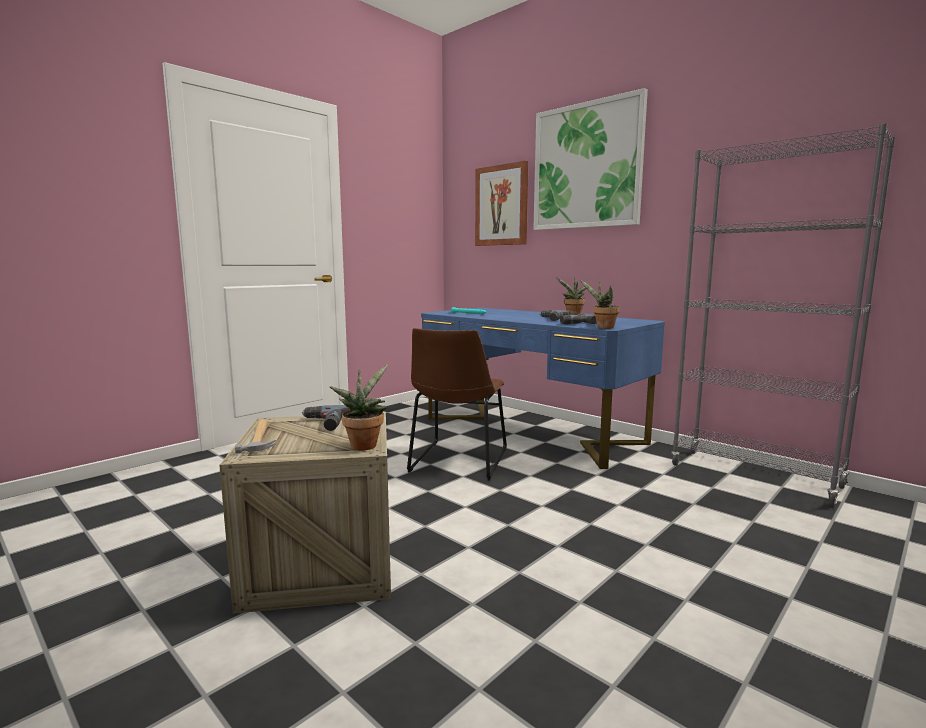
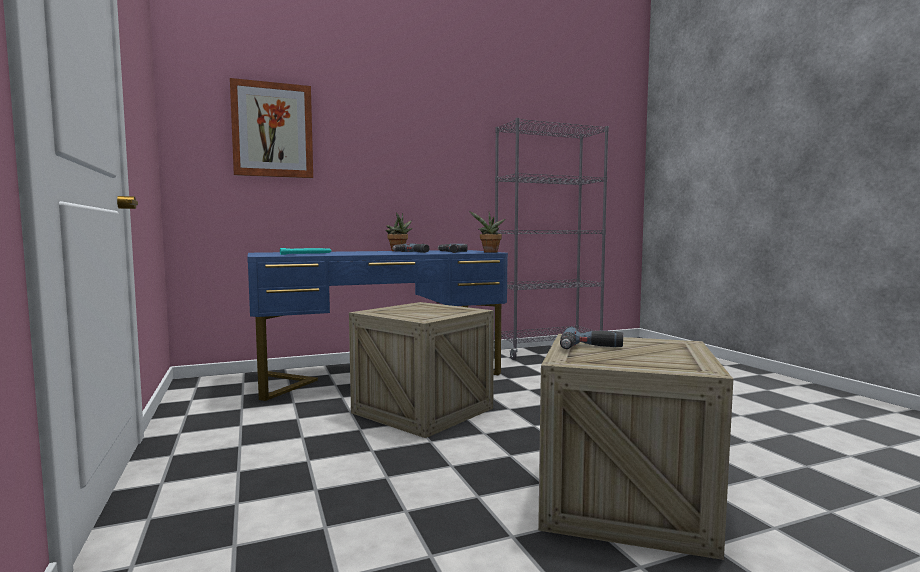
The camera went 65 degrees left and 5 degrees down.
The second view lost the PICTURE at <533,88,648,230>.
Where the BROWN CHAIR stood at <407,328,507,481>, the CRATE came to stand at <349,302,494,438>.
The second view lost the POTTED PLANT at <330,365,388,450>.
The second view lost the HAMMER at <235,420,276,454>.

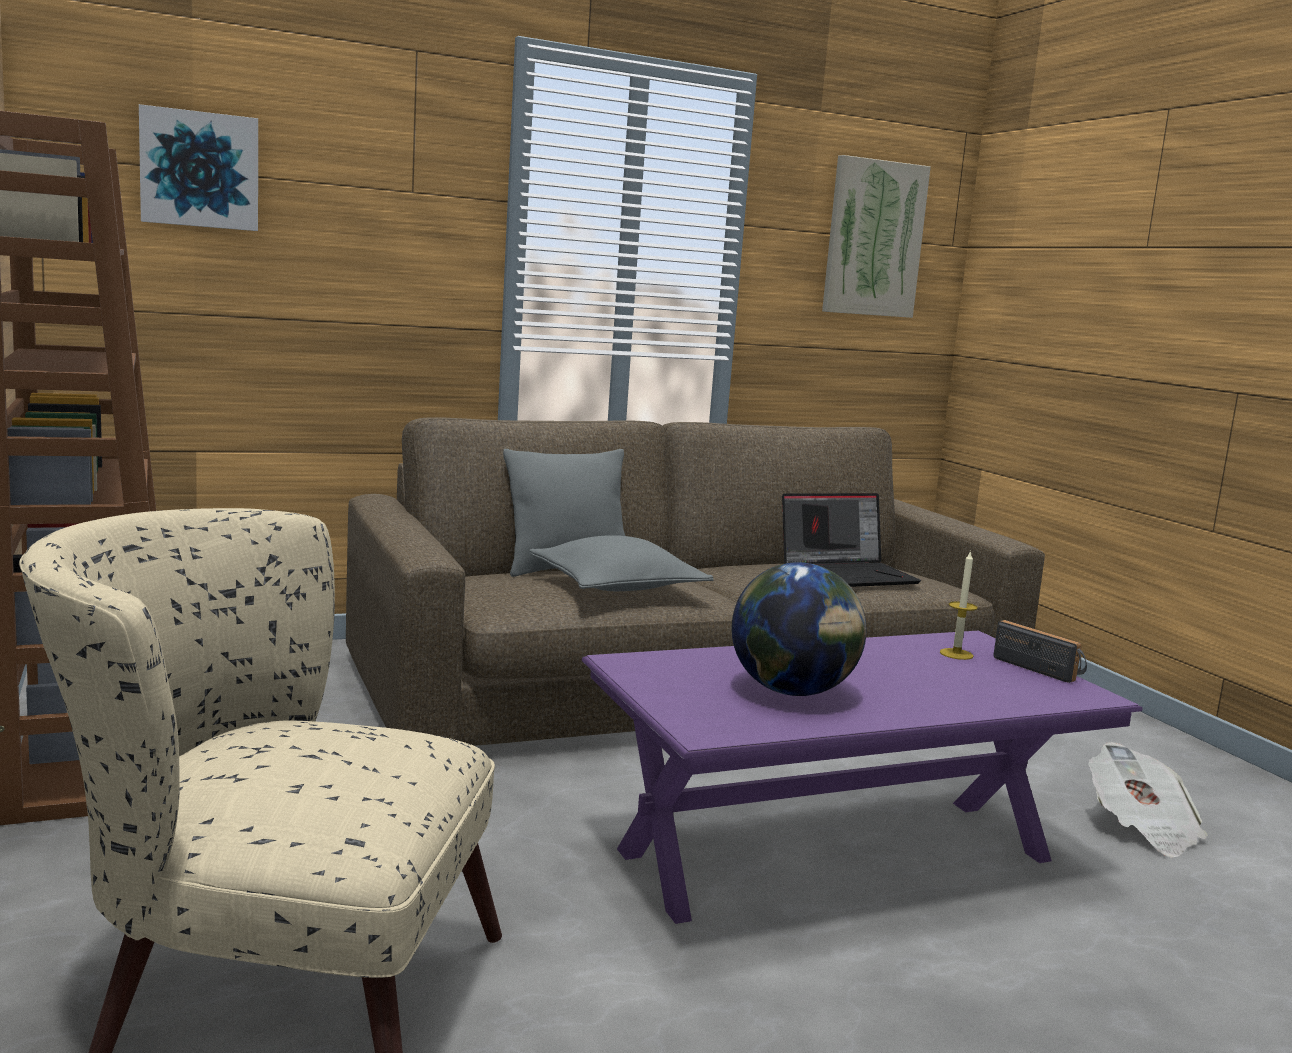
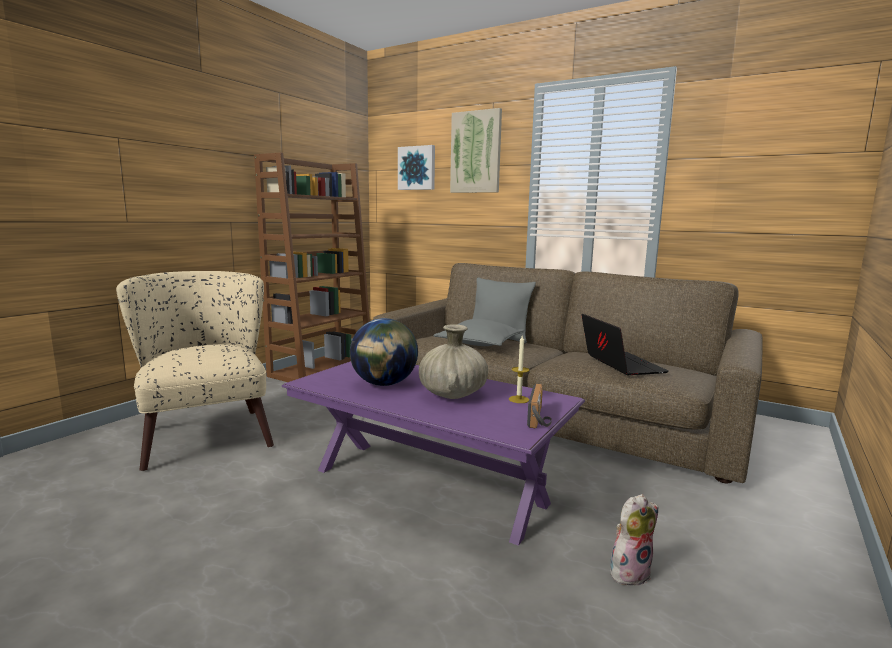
The camera went 55 degrees right and 0 degrees up.
The PICTURE ended up elsewhere, having gone from <822,155,931,318> to <450,108,502,193>.
The LAPTOP at <782,493,921,587> ended up facing another way, 135 degrees counterclockwise from before.
Where the NEWSPAPER stood at <1088,742,1208,858>, the PLUSH TOY came to stand at <610,494,659,585>.
The second view gained the BEIGE VASE at <419,324,488,399>.

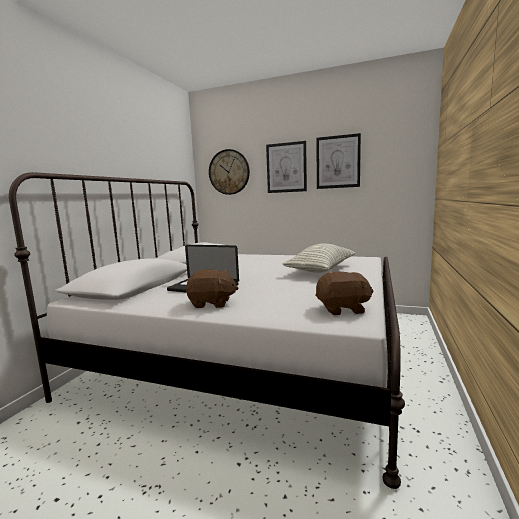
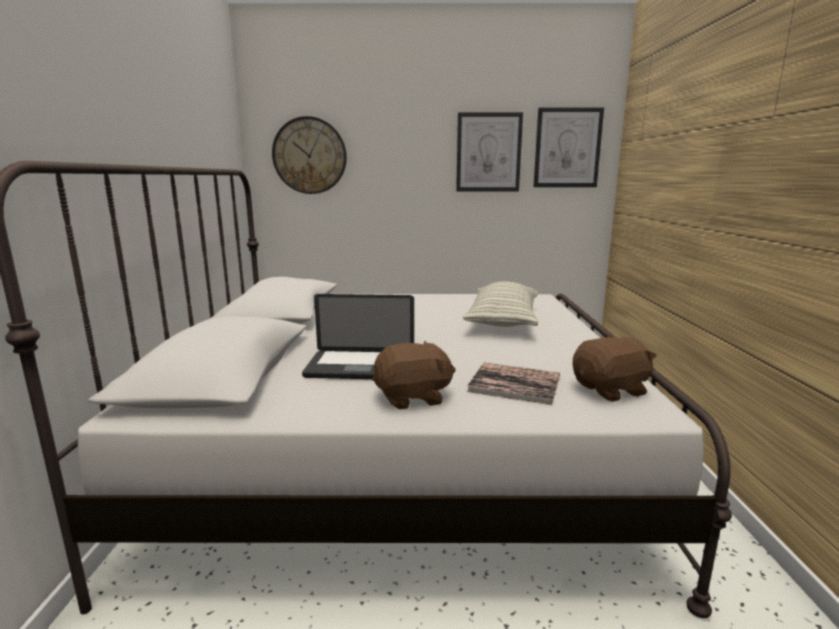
The camera went 20 degrees left and 5 degrees up.
The PICTURE ended up elsewhere, having gone from <266,141,307,193> to <534,108,604,187>.
The second view gained the BOOK at <467,363,560,405>.

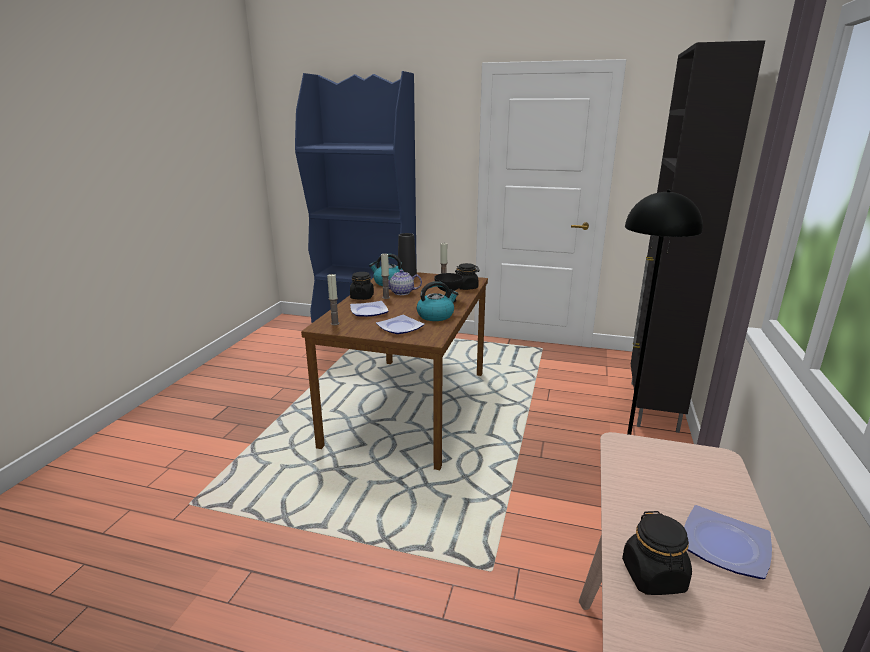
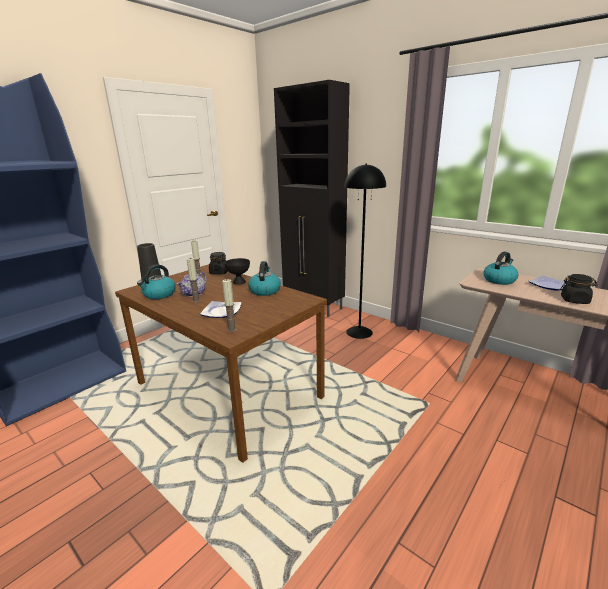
The camera went 65 degrees left and 0 degrees up.
The second view lost the BLACK JAR at <350,272,374,300>.
The second view lost the PLATE at <376,315,425,334>.
The second view gained the KETTLE at <483,252,518,285>.

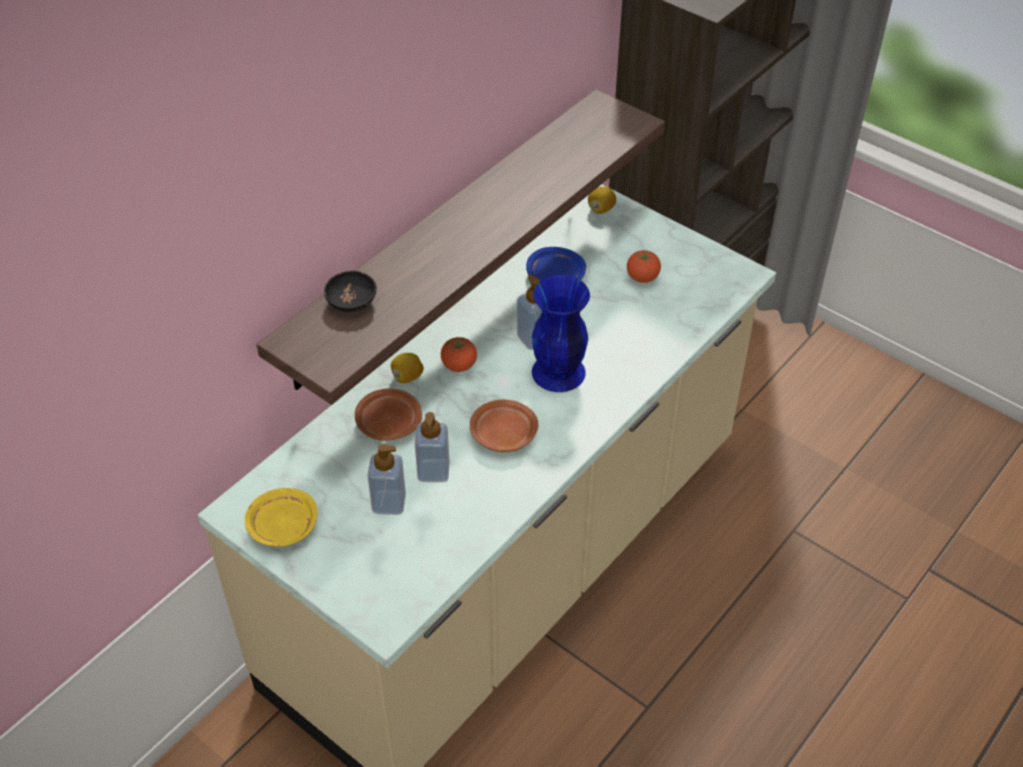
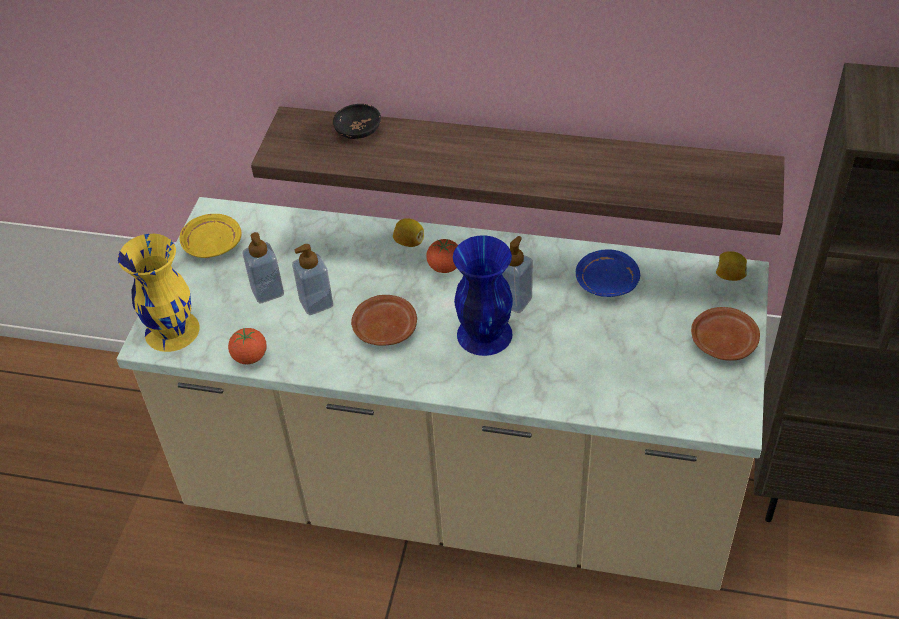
The camera went 65 degrees right and 0 degrees up.
The TOMATO ended up elsewhere, having gone from <627,250,661,283> to <228,328,267,364>.
The BROWN PLATE ended up elsewhere, having gone from <355,388,422,440> to <691,307,760,361>.
The second view gained the YELLOW VASE at <118,234,200,352>.

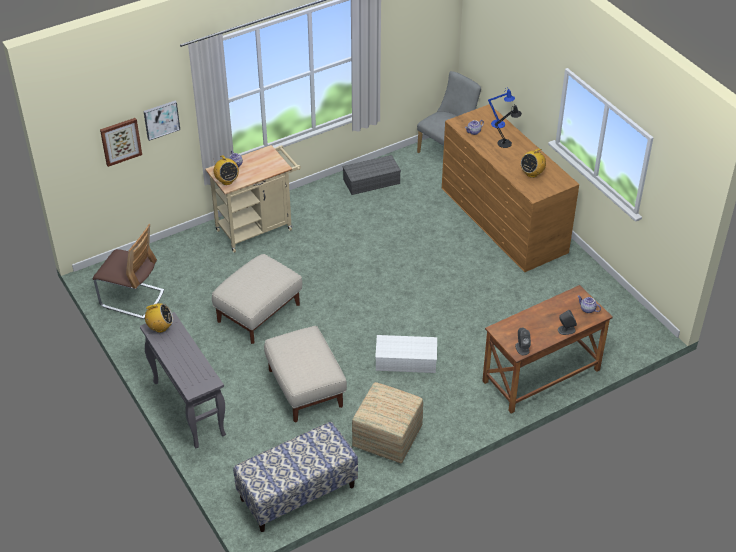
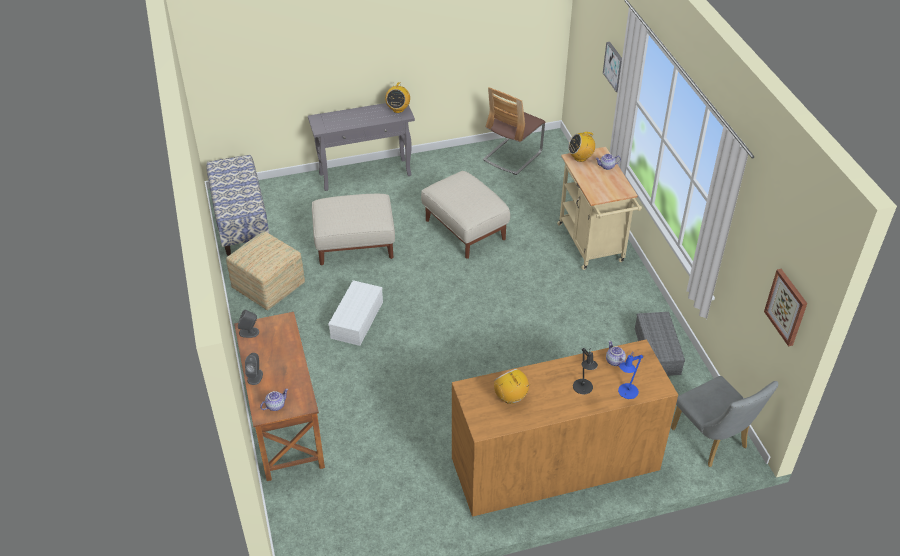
The camera went 105 degrees right and 0 degrees up.
The PICTURE ended up elsewhere, having gone from <100,118,142,167> to <764,269,807,346>.

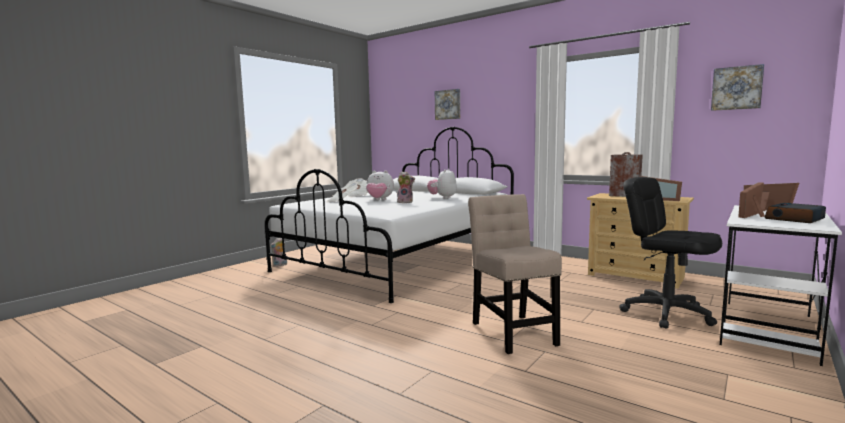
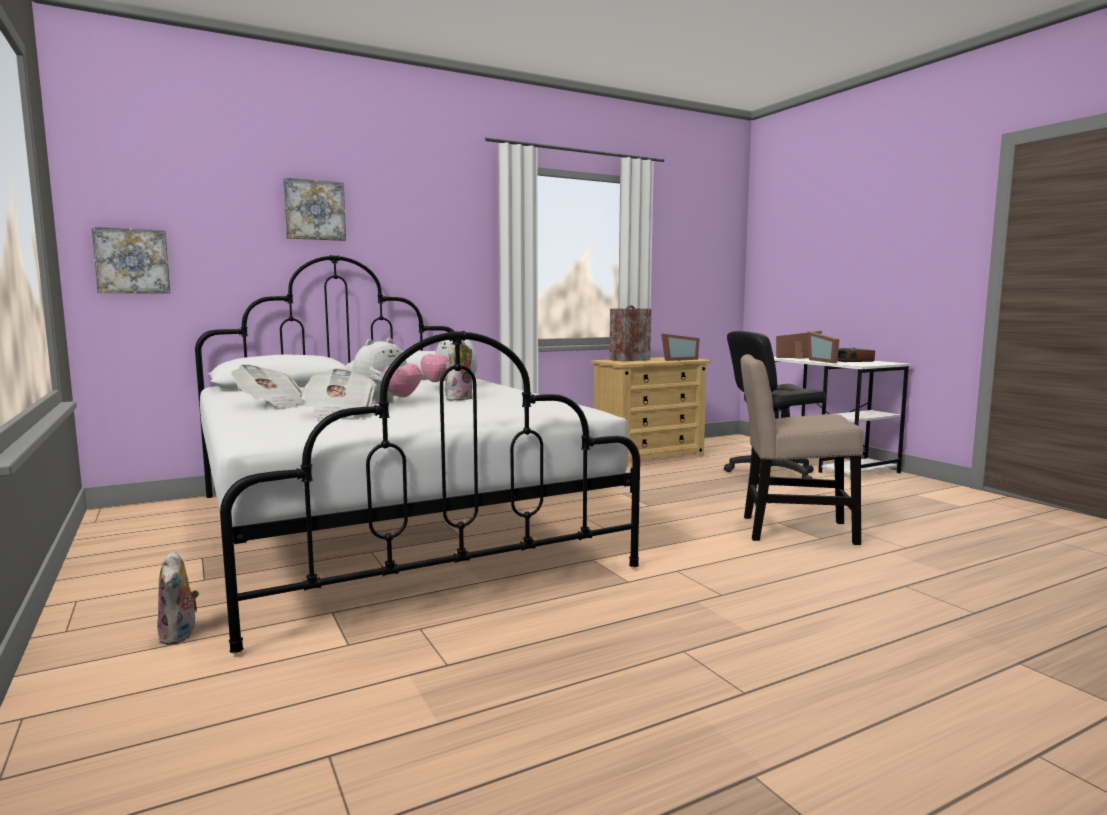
The camera went 65 degrees left and 0 degrees up.
The PICTURE ended up elsewhere, having gone from <711,64,764,111> to <92,227,170,294>.

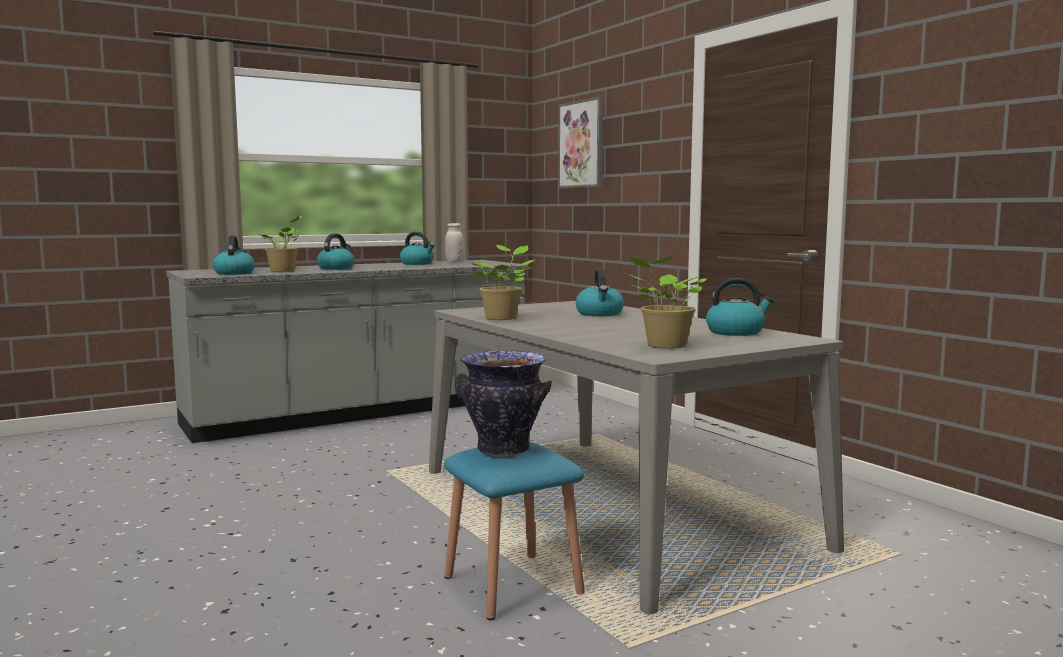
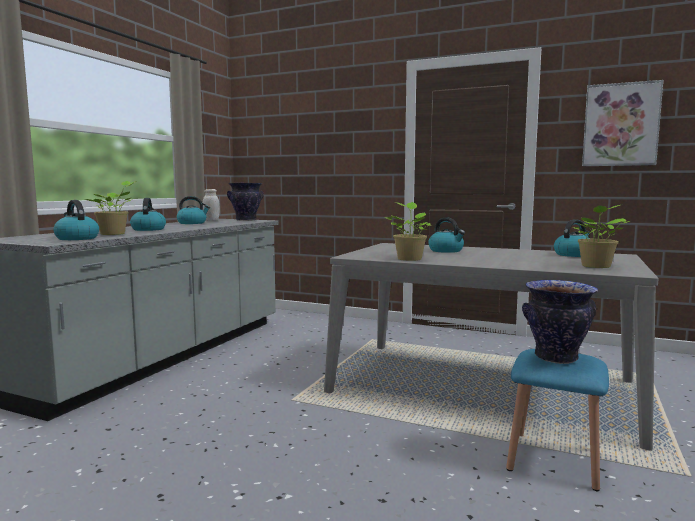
The camera went 35 degrees left and 0 degrees up.
The PICTURE ended up elsewhere, having gone from <558,97,603,188> to <582,80,663,166>.
The second view gained the VASE at <227,183,264,221>.

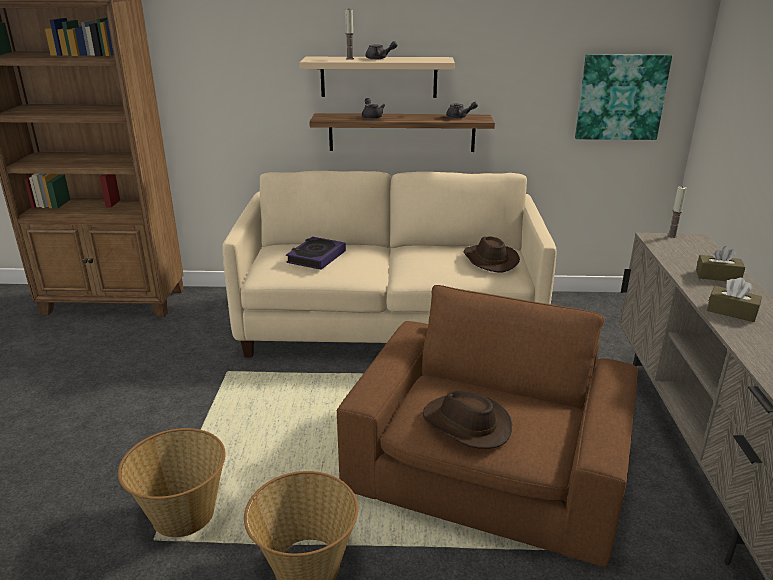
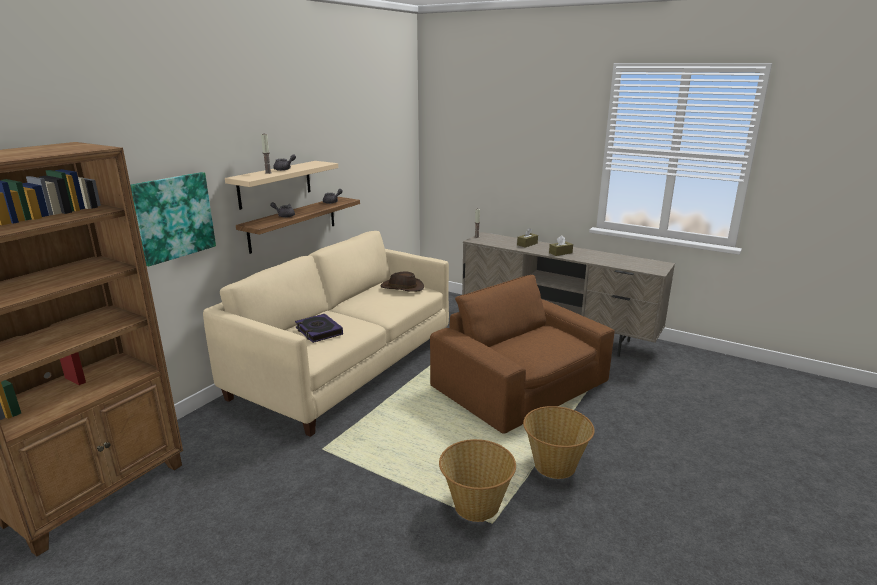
The camera went 60 degrees left and 5 degrees down.
The PICTURE ended up elsewhere, having gone from <575,54,672,140> to <130,172,216,266>.
The second view lost the BROWN HAT at <423,391,512,449>.

